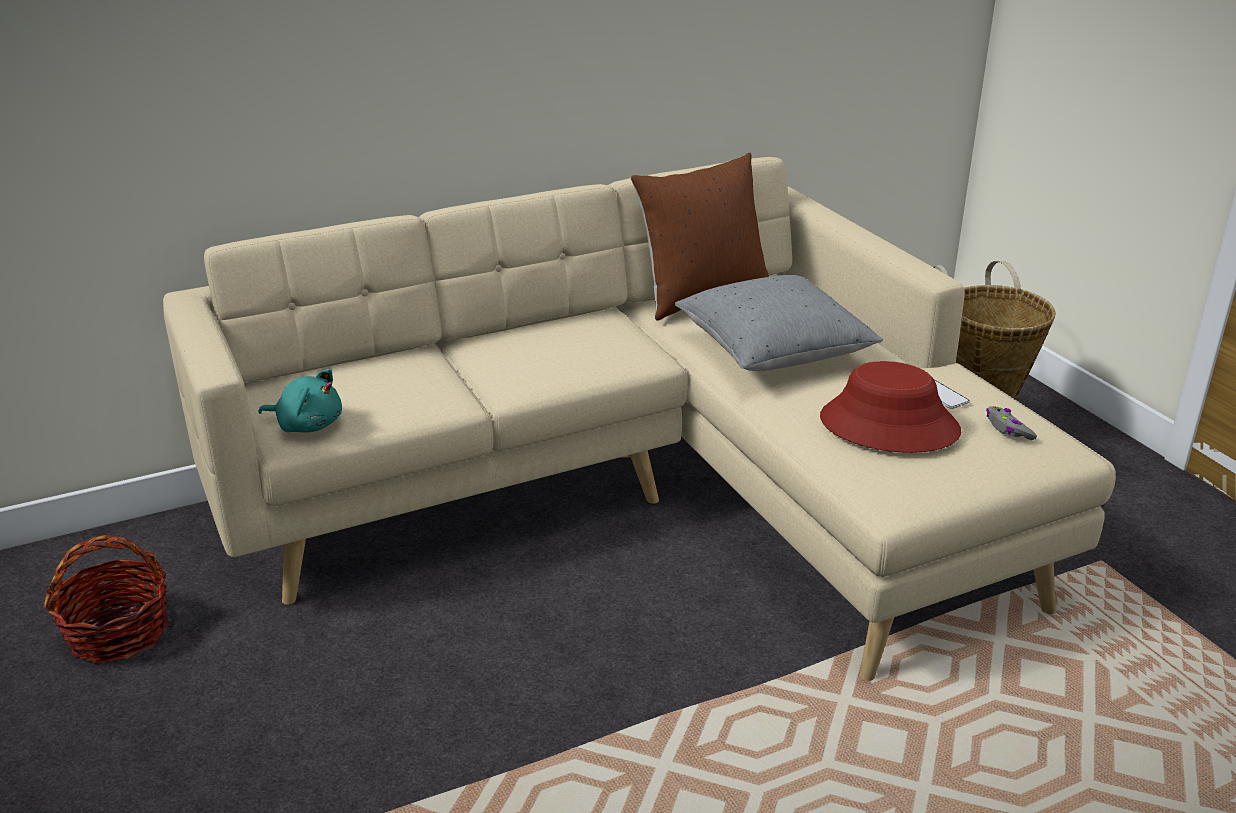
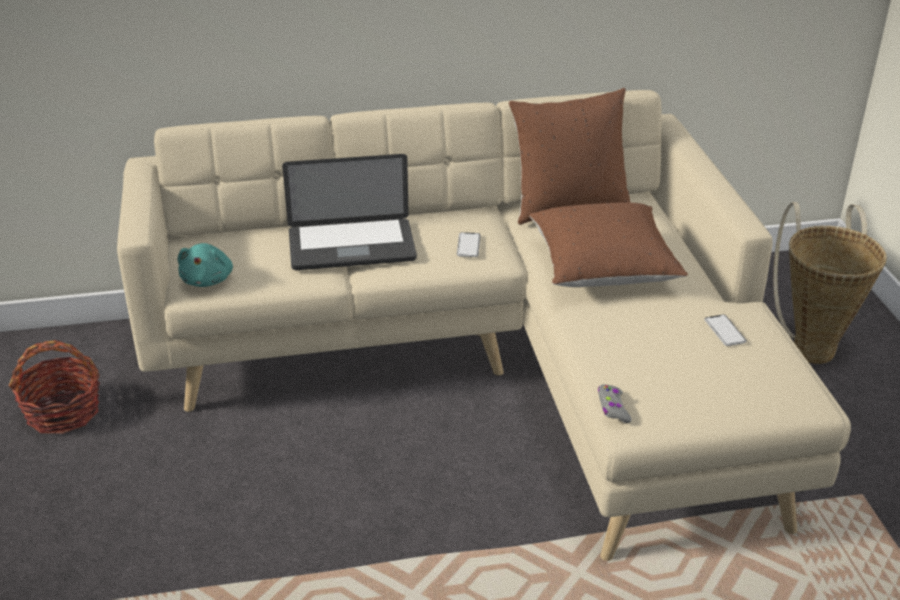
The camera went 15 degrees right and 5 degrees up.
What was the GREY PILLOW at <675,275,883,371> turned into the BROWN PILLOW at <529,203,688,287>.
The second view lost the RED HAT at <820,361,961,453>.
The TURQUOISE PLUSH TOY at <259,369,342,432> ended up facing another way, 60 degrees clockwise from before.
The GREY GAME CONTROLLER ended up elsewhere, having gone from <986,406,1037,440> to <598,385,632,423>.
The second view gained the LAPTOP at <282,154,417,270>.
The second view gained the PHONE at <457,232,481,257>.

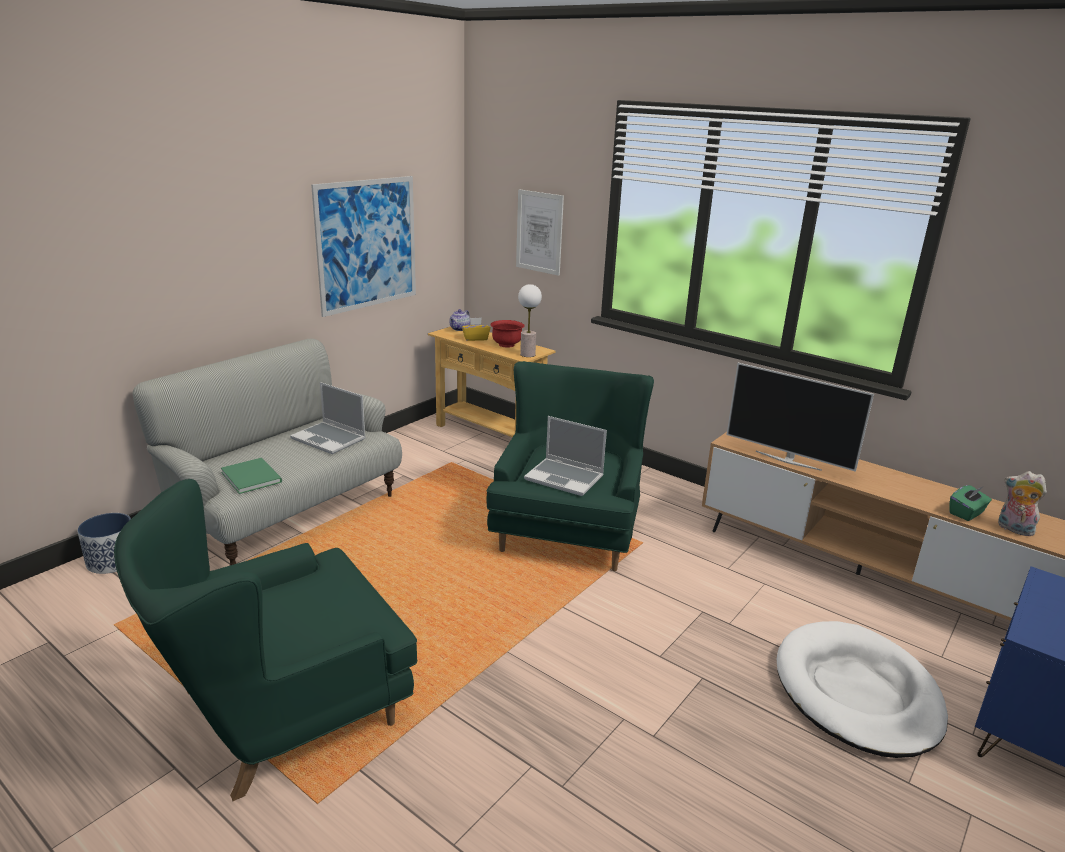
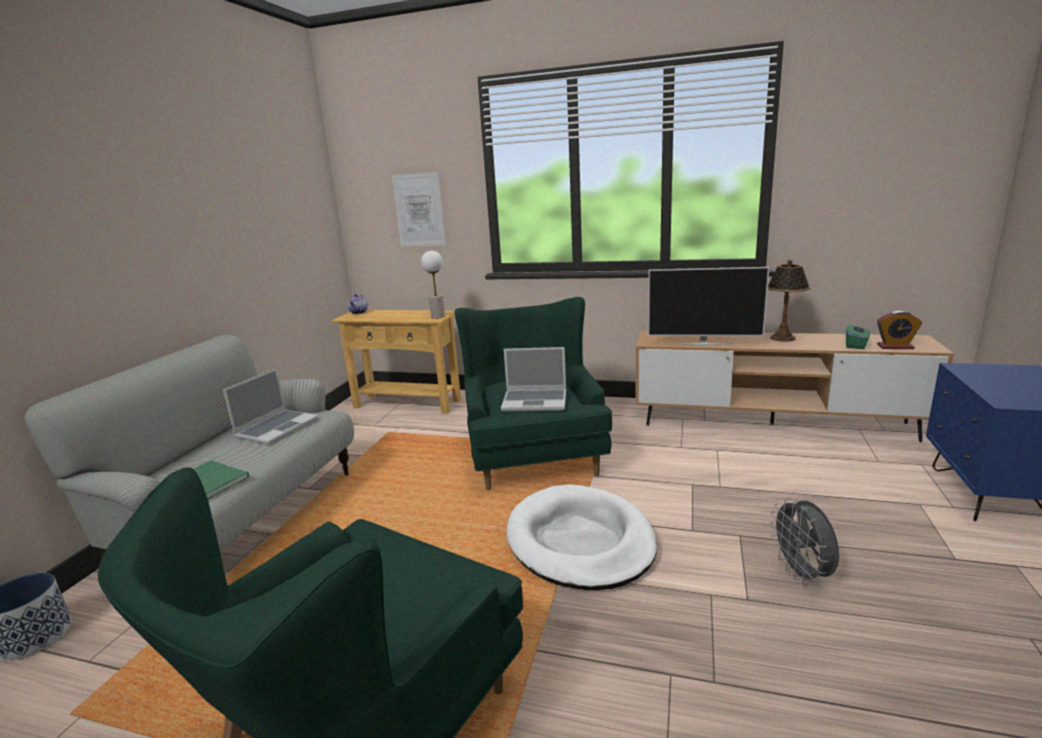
The camera went 20 degrees left and 5 degrees down.
The second view lost the PICTURE at <311,176,416,317>.
The second view lost the YELLOW TISSUE BOX at <462,318,491,341>.
The second view lost the RED BOWL at <490,320,525,348>.
The LAPTOP at <290,382,366,454> ended up facing another way, 75 degrees counterclockwise from before.
Where the PLUSH TOY stood at <998,471,1047,536>, the ALARM CLOCK came to stand at <877,311,922,349>.
The WHITE DOG BED ended up elsewhere, having gone from <777,621,948,758> to <507,484,657,590>.
The second view gained the TABLE LAMP at <768,260,811,342>.
The second view gained the GREY FAN at <770,498,839,585>.

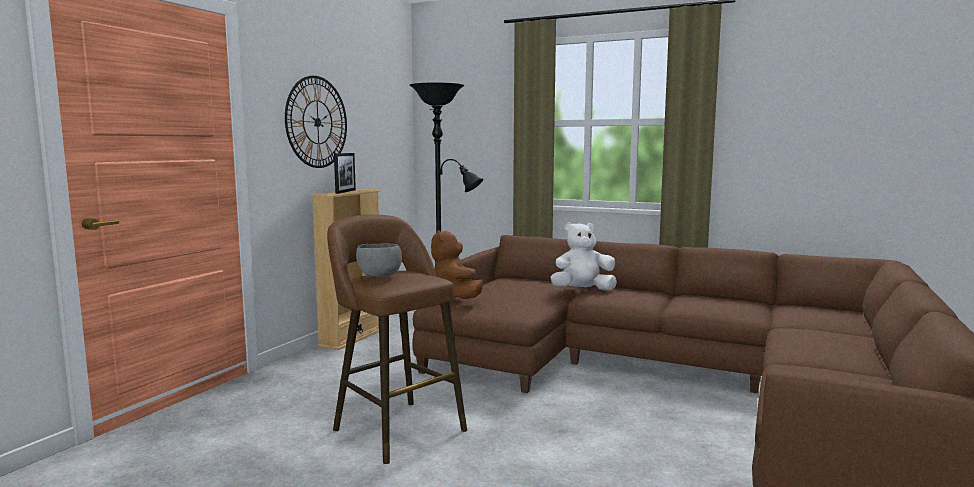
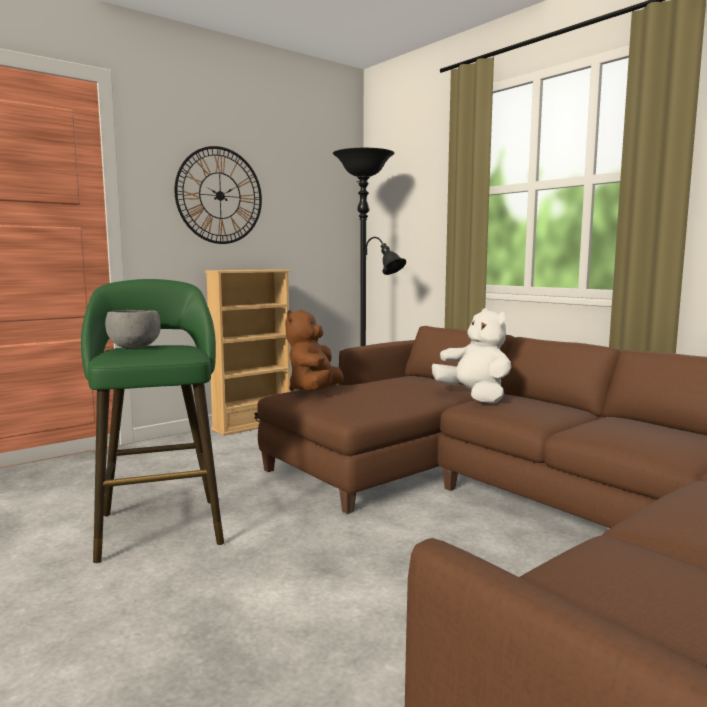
The camera went 25 degrees right and 0 degrees up.
The second view lost the PICTURE FRAME at <334,153,356,194>.
What was the BROWN STOOL at <327,214,467,464> turned into the GREEN STOOL at <81,279,224,563>.
The WHITE PLUSH TOY at <551,222,617,291> ended up facing another way, 45 degrees clockwise from before.

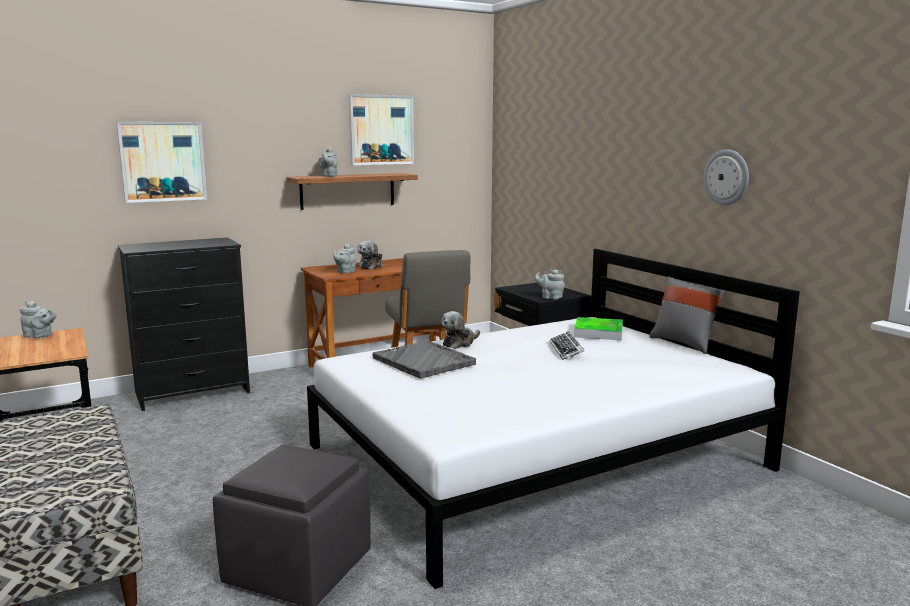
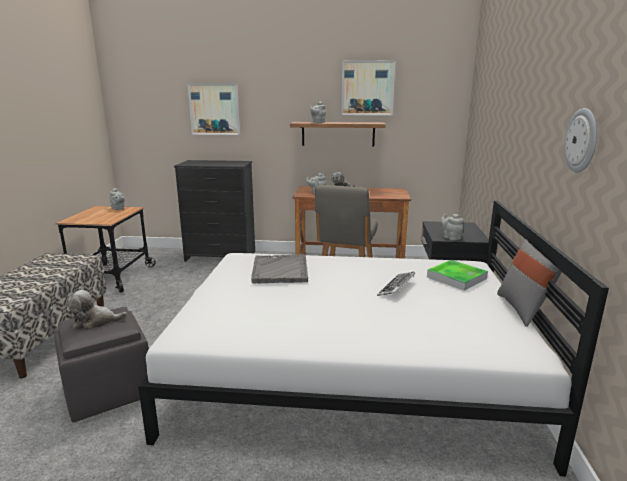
The camera went 35 degrees right and 5 degrees up.
The PLUSH TOY ended up elsewhere, having gone from <441,311,480,349> to <67,290,127,330>.

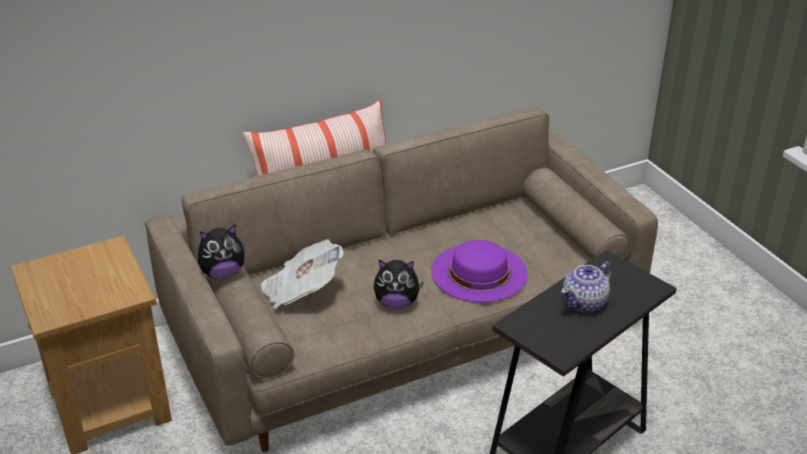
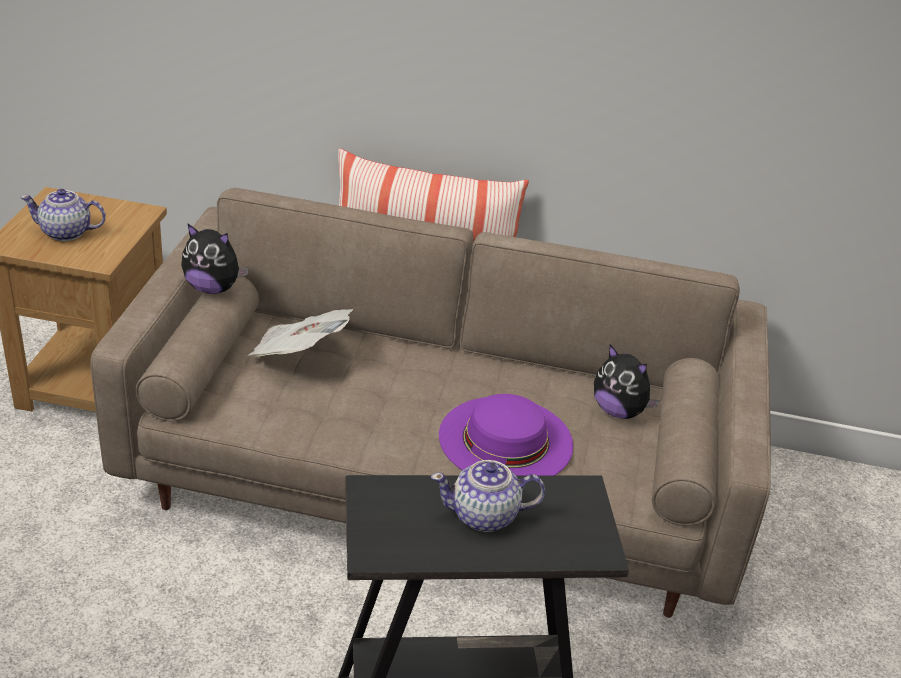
The camera went 35 degrees right and 0 degrees up.
The PLUSH TOY ended up elsewhere, having gone from <374,260,424,309> to <594,345,660,419>.
The second view gained the TEAPOT at <20,189,106,241>.

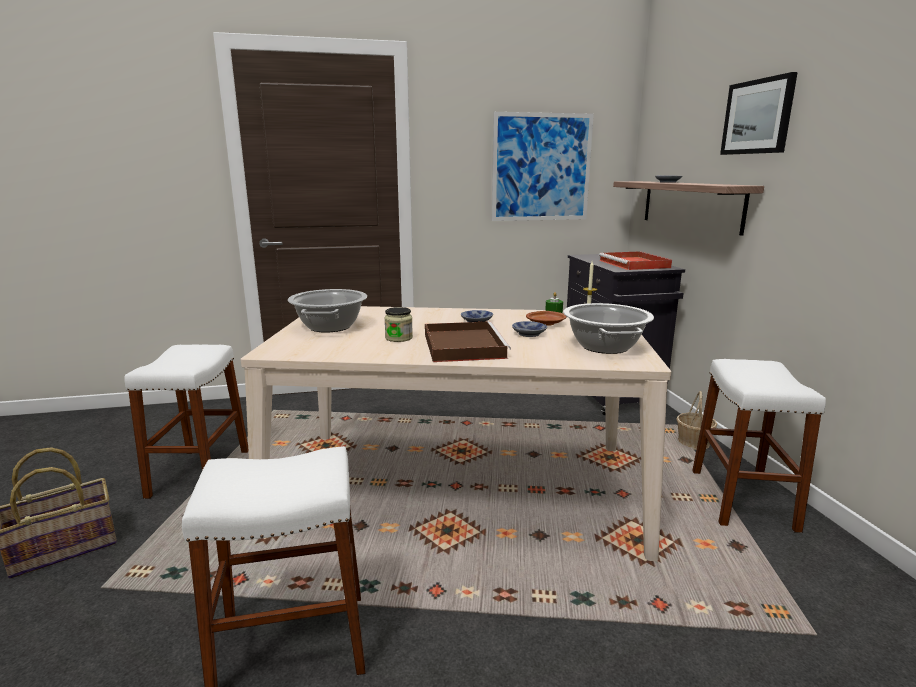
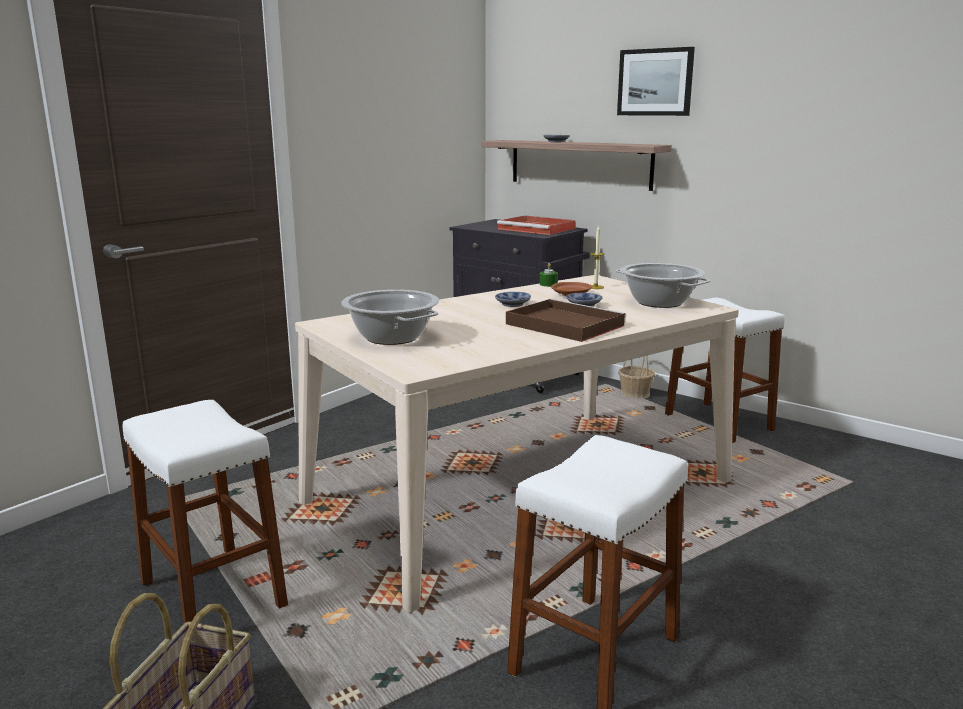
The camera went 40 degrees left and 0 degrees up.
The second view lost the PICTURE at <492,112,594,221>.
The second view lost the JAR at <384,307,413,342>.

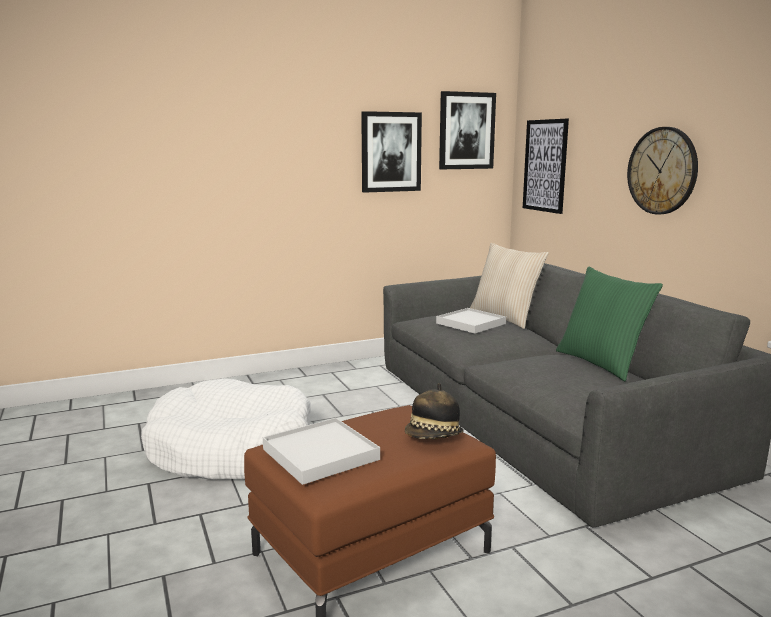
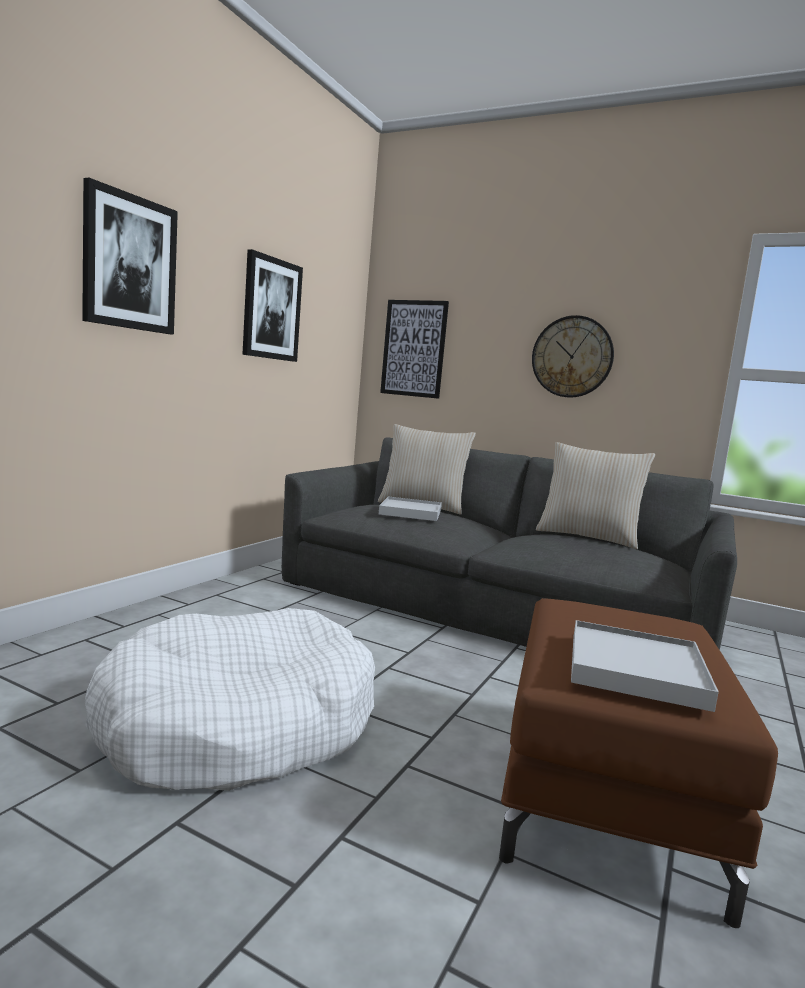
The camera went 40 degrees left and 5 degrees down.
The PICTURE ended up elsewhere, having gone from <439,91,496,169> to <82,177,178,335>.
What was the GREEN PILLOW at <556,267,663,381> turned into the BEIGE PILLOW at <536,442,655,549>.
The second view lost the HAT at <405,383,464,439>.

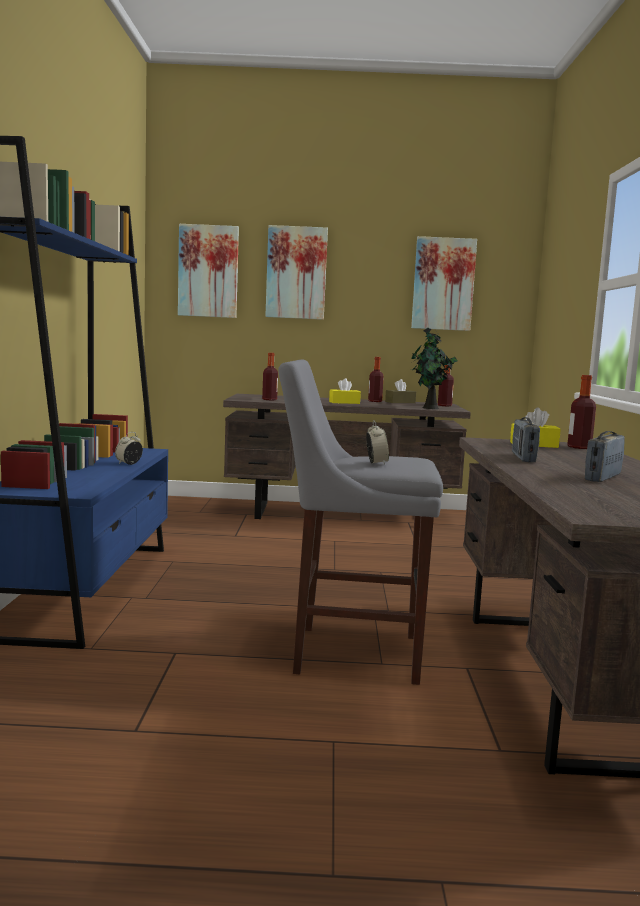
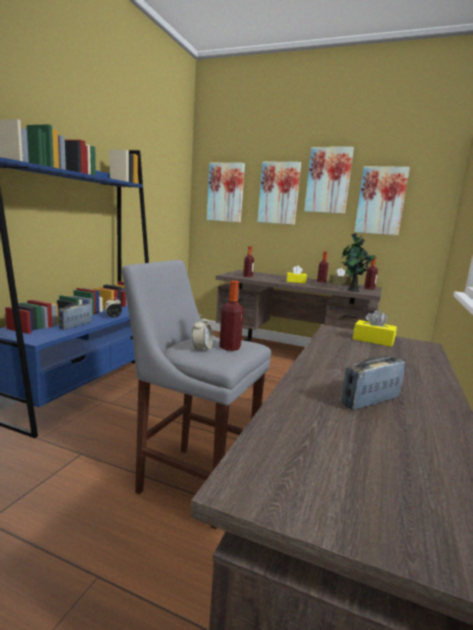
The camera went 20 degrees right and 5 degrees up.
The BOTTLE ended up elsewhere, having gone from <567,375,596,449> to <219,281,244,351>.
The RADIO ended up elsewhere, having gone from <512,417,540,462> to <58,303,92,329>.
The second view gained the PICTURE at <304,147,354,214>.

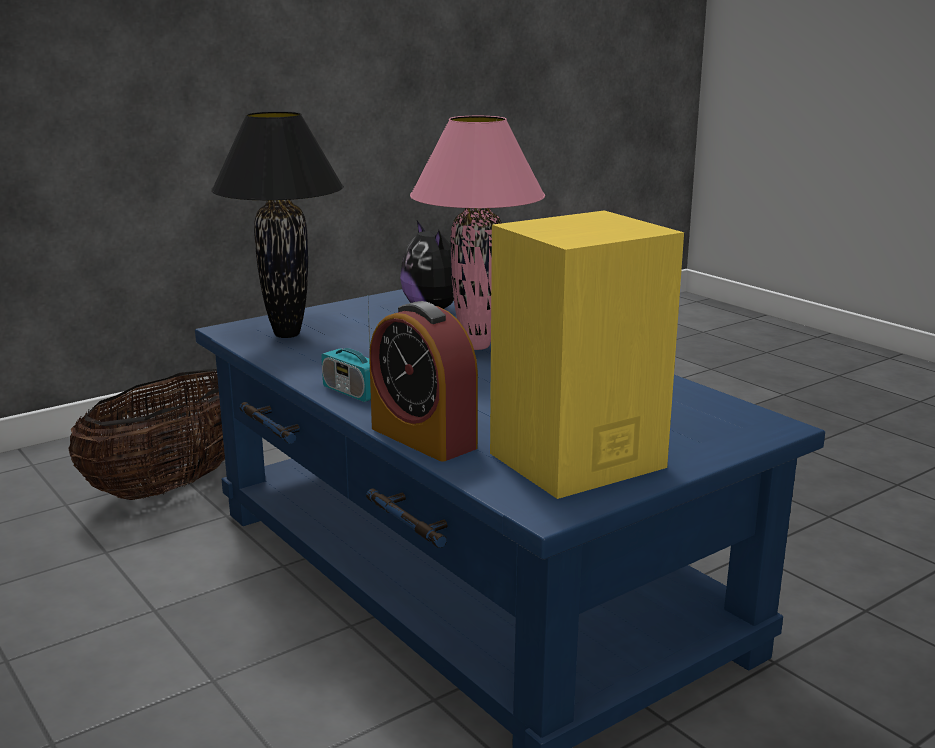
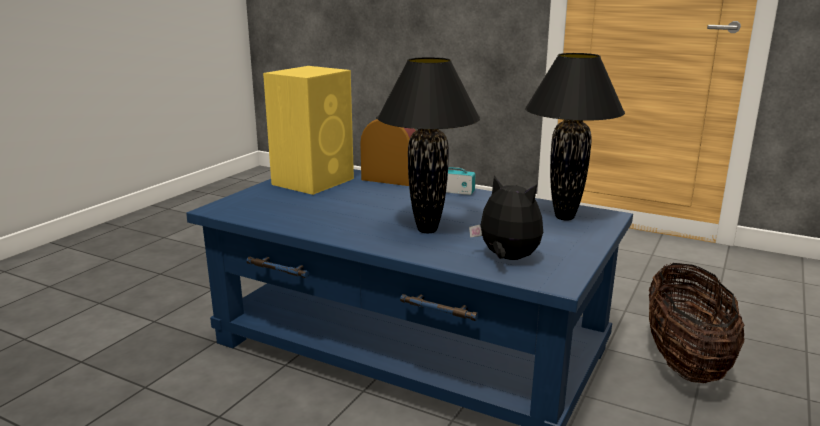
The camera went 155 degrees right and 0 degrees up.
What was the PINK TABLE LAMP at <410,116,545,350> turned into the BLACK TABLE LAMP at <377,57,480,233>.

